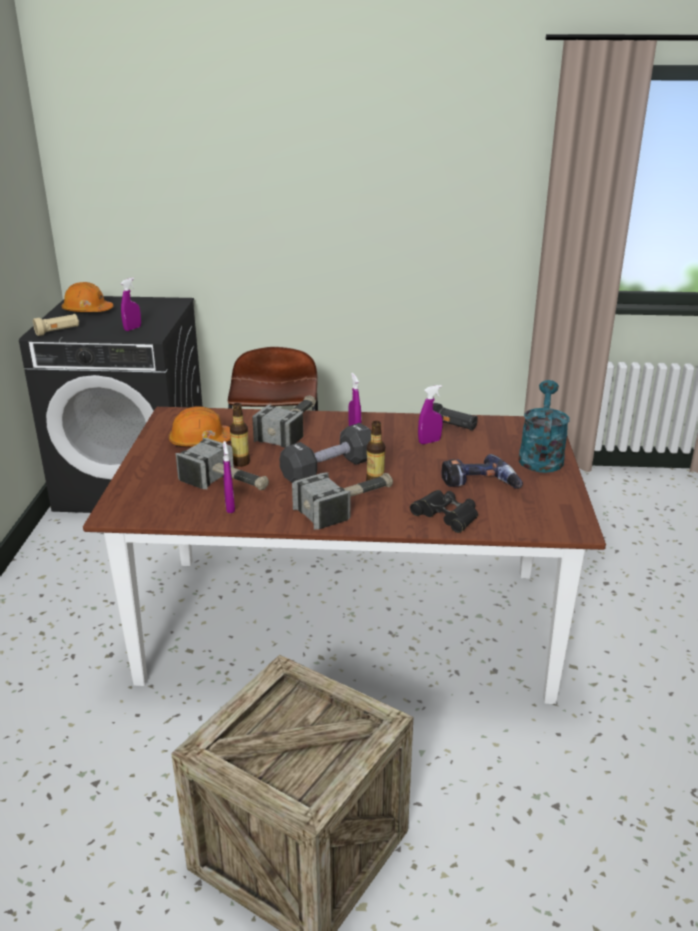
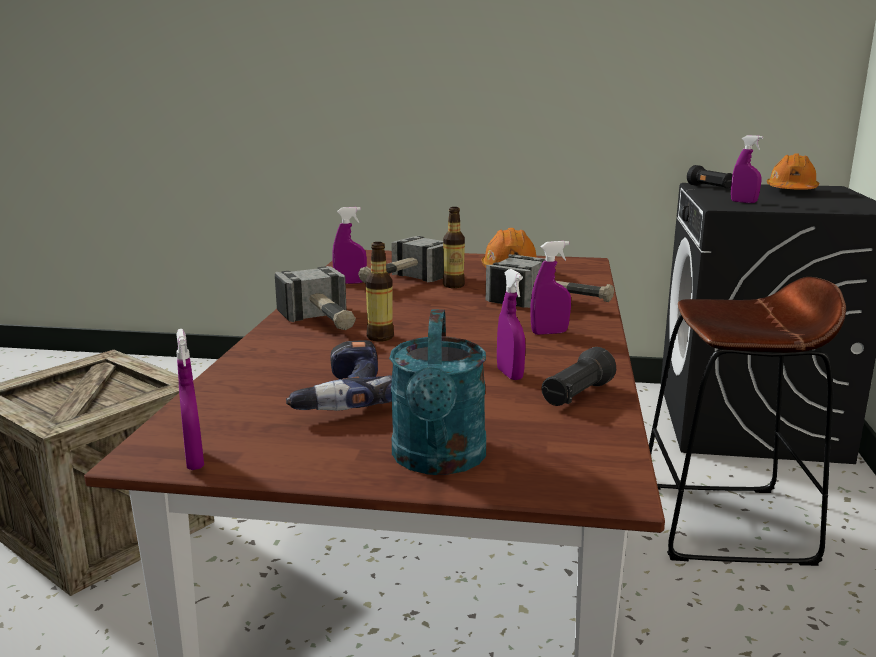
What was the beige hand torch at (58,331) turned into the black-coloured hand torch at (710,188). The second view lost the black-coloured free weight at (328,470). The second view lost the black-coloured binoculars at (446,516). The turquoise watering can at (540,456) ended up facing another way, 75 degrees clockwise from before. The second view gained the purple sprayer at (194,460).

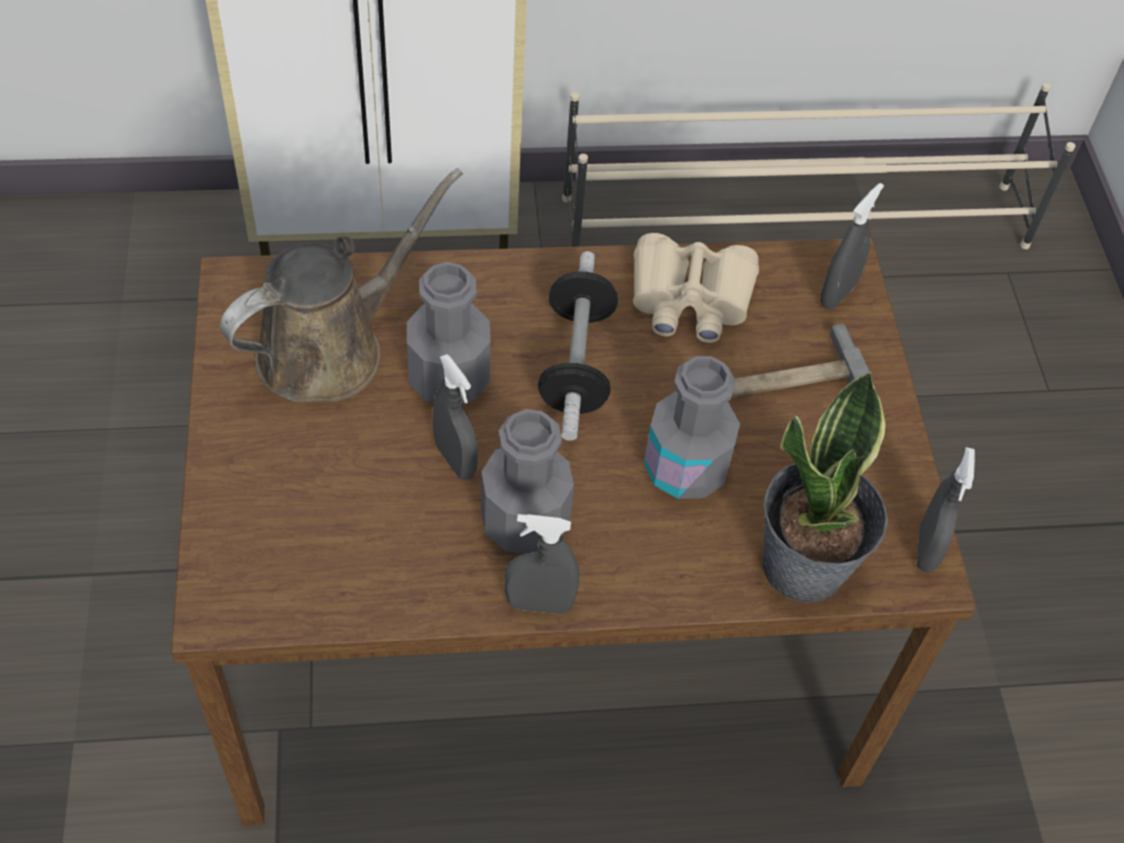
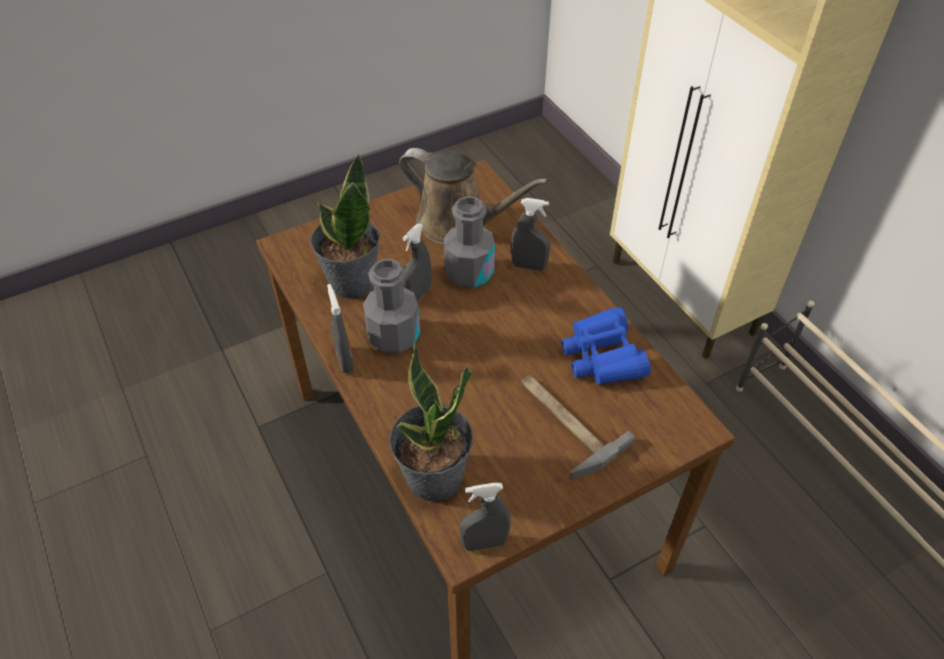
The second view lost the free weight at (576,363). What was the beige binoculars at (690,299) turned into the blue-coloured binoculars at (602,356). The second view lost the greyish bottle at (685,469). The greyish sprayer ended up elsewhere, having gone from (838,294) to (529,266). The second view gained the houseplant at (351,281).

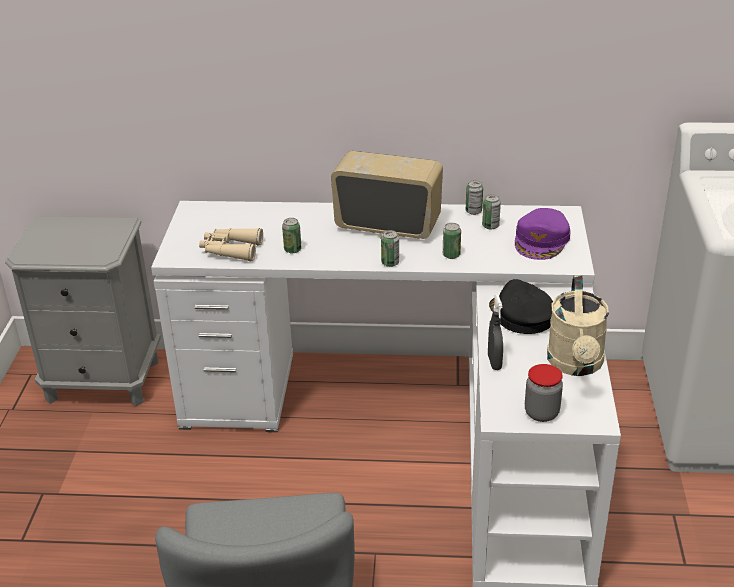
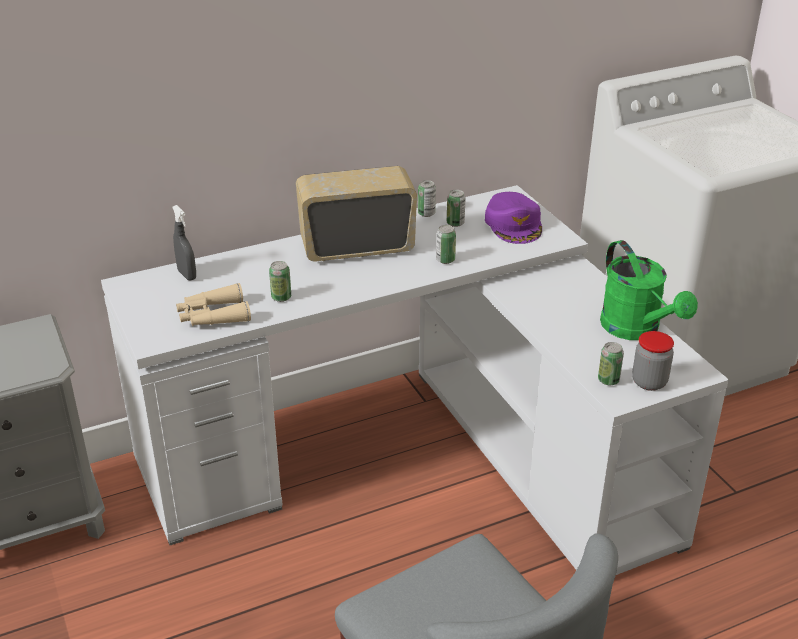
The sealed can ended up elsewhere, having gone from (390,263) to (608,380). The greyish sprayer ended up elsewhere, having gone from (494,362) to (187,275). The second view lost the black-coloured peaked cap at (521,315). What was the beige watering can at (576,365) turned into the green-coloured watering can at (637,330).

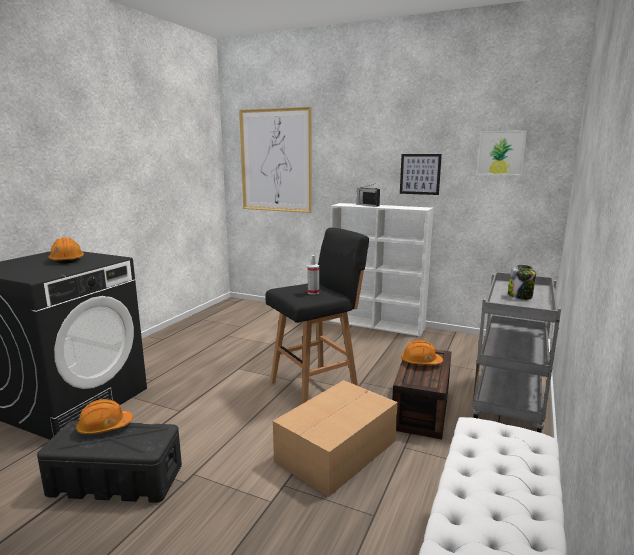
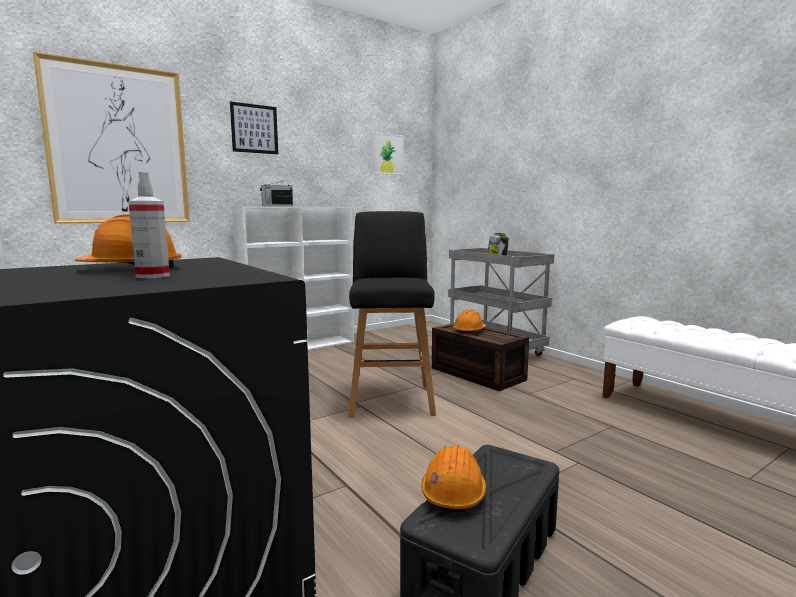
The second view lost the packing box at (335,451). The sprayer ended up elsewhere, having gone from (313,292) to (153,276). The picture ended up elsewhere, having gone from (420,174) to (254,129).

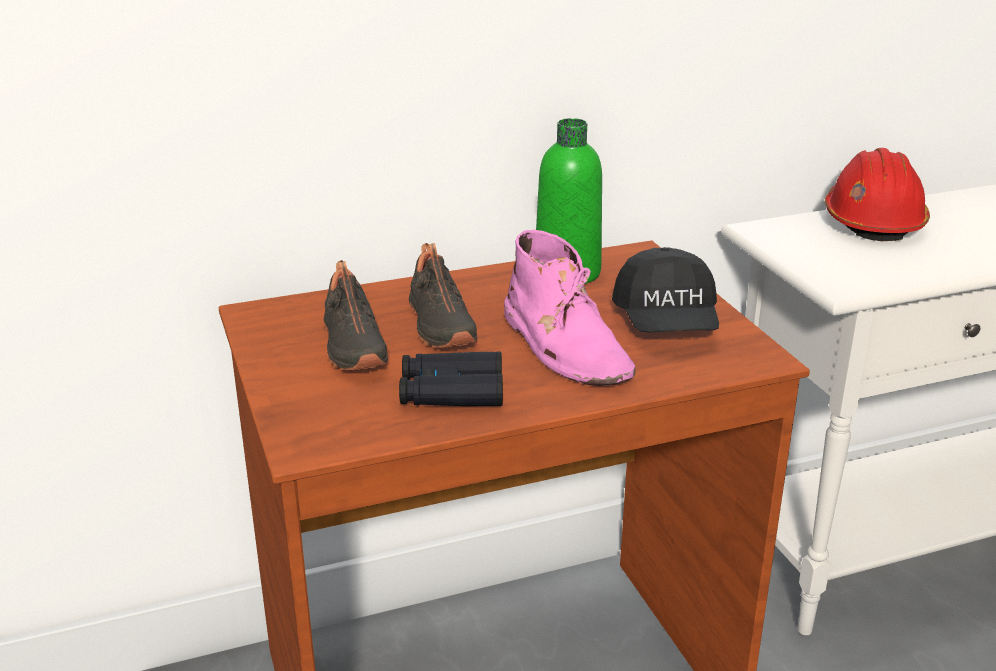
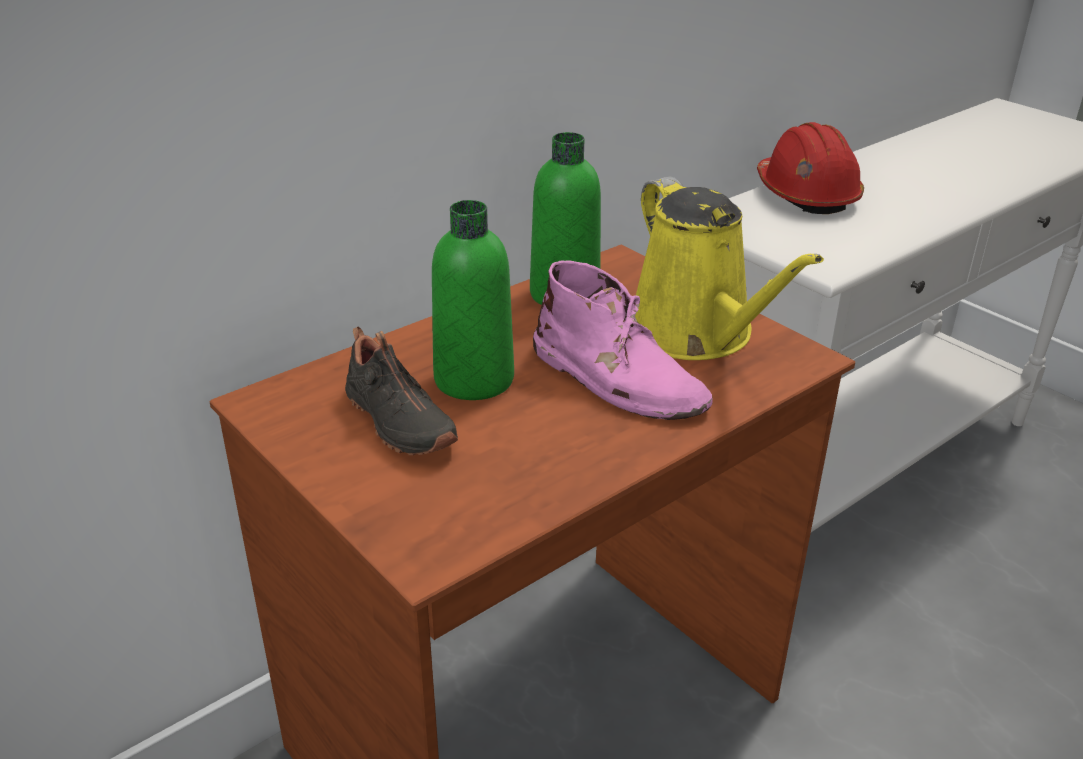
The second view lost the black-coloured binoculars at (451,392). Where the black-coloured low shoe stood at (438,325), the green-coloured bottle came to stand at (474,379). Where the black-coloured peaked cap stood at (667,323), the yellow watering can came to stand at (697,334).

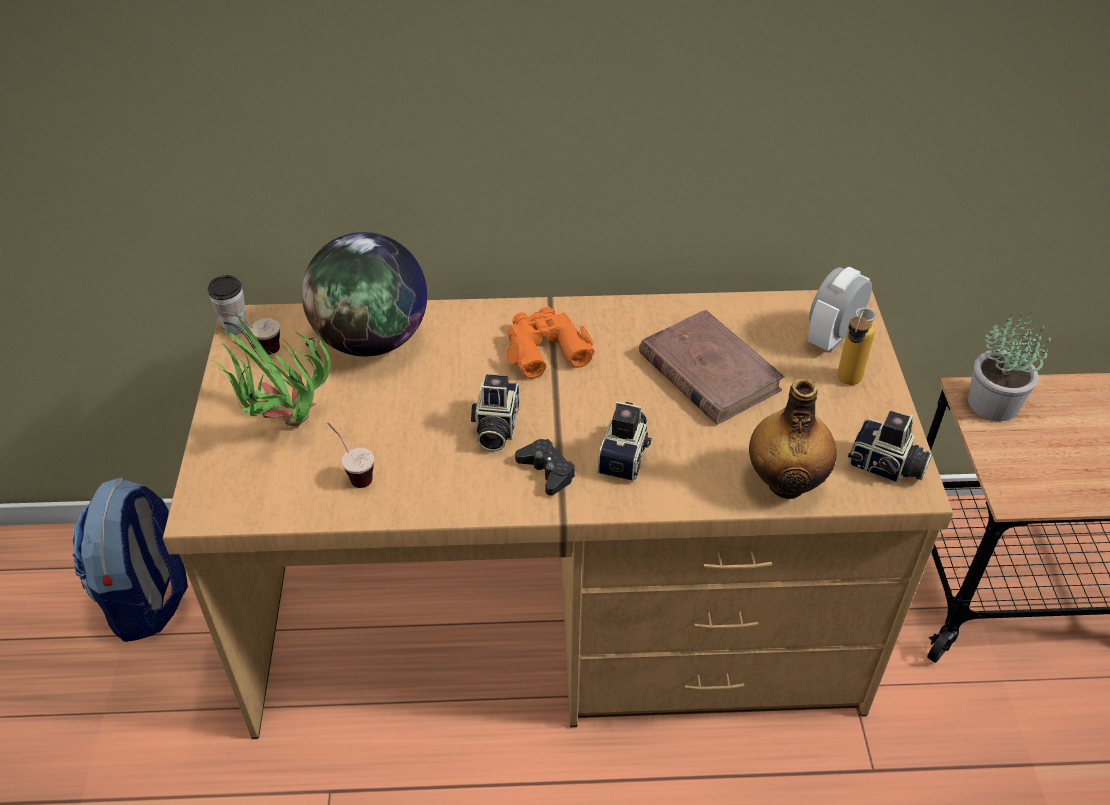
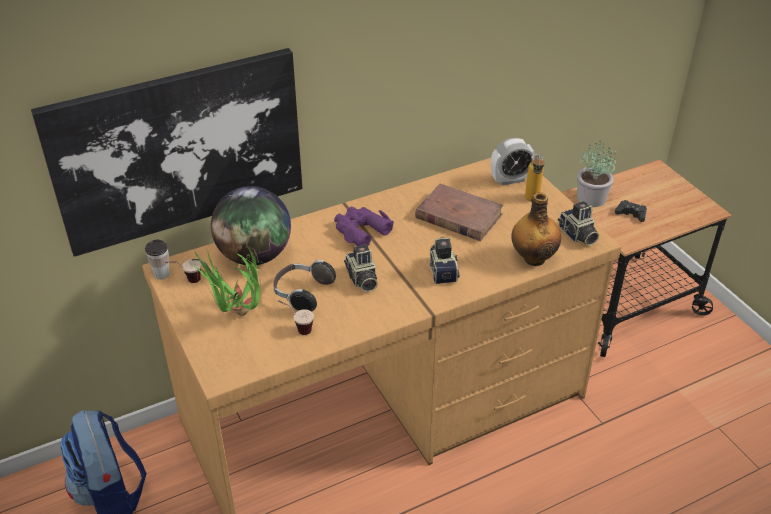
What was the orangey binoculars at (545,348) turned into the purple binoculars at (360,230). The black-coloured gamepad ended up elsewhere, having gone from (547,471) to (631,214). The bedside clock at (832,336) ended up facing another way, 120 degrees counterclockwise from before. The photo camera at (886,467) ended up facing another way, 60 degrees clockwise from before. The second view gained the picture at (178,150). The second view gained the headset at (302,294).

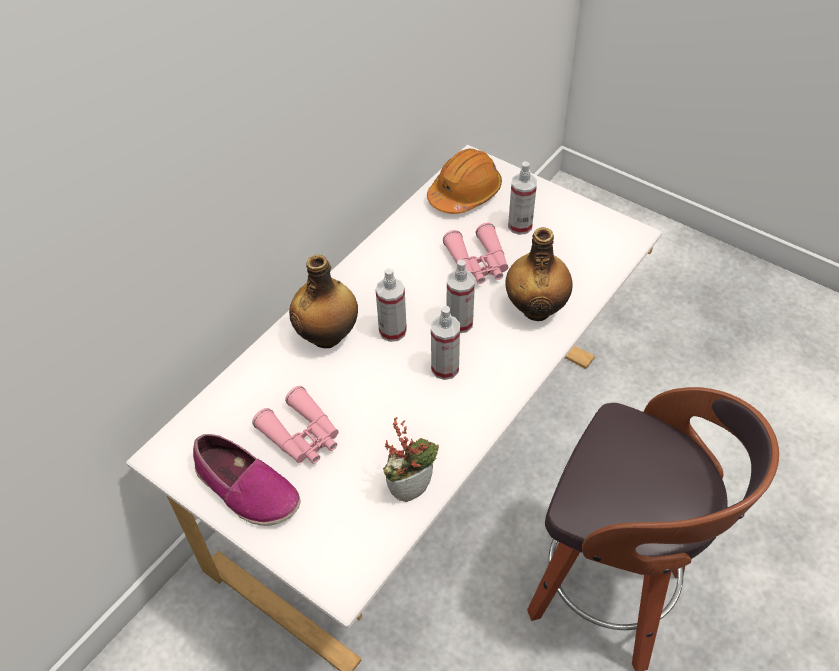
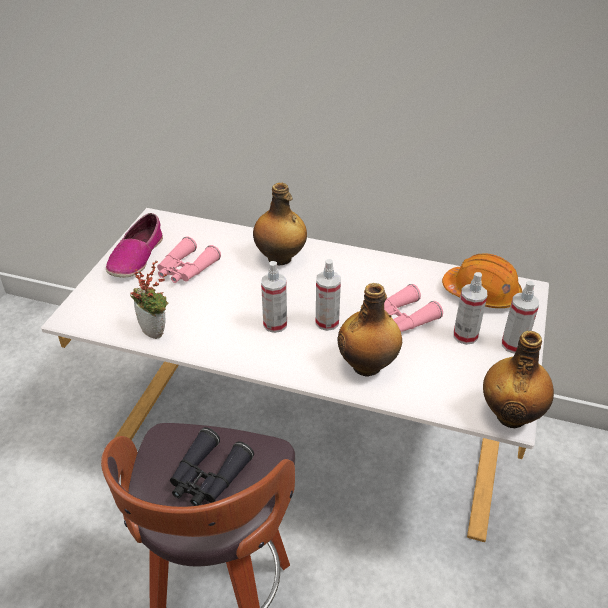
The sprayer ended up elsewhere, having gone from (392,331) to (513,345). The second view gained the black-coloured binoculars at (208,477). The second view gained the bottle at (511,415).

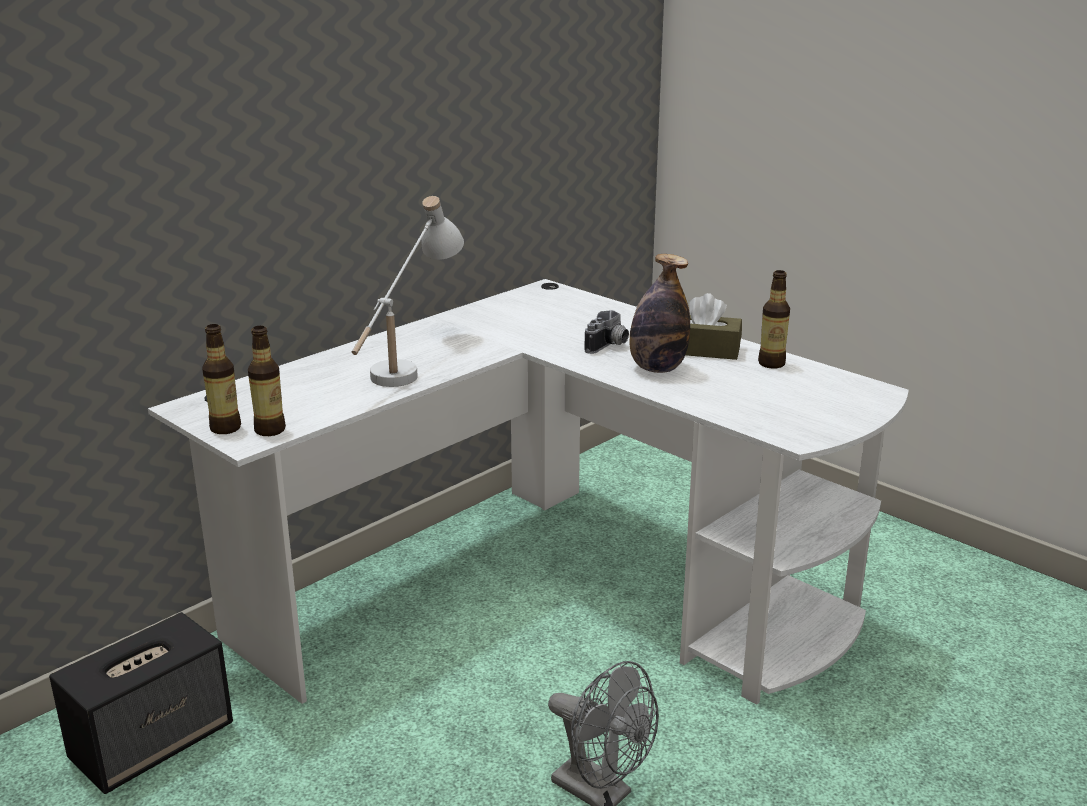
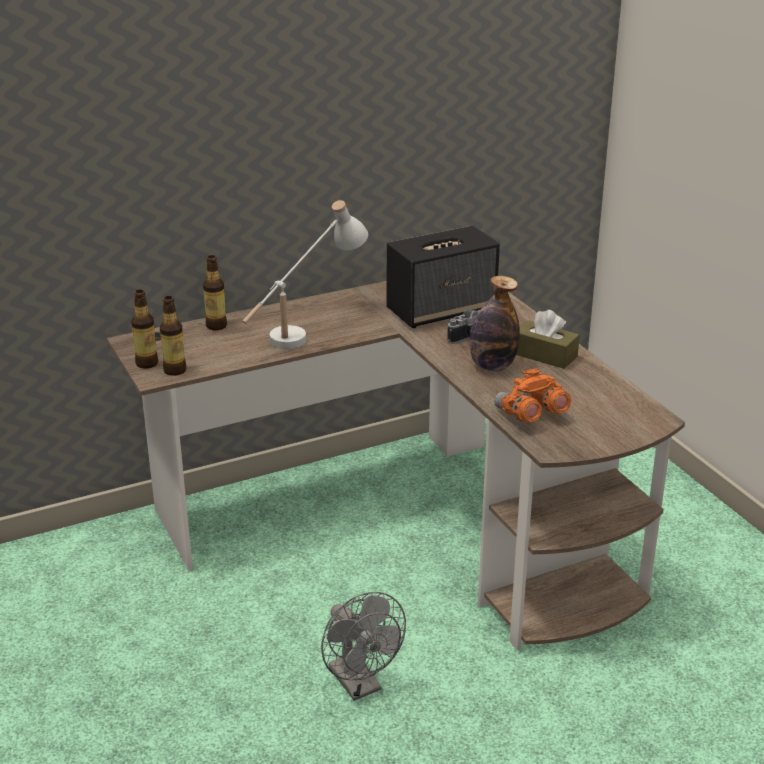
The speaker ended up elsewhere, having gone from (154,742) to (442,310). What was the white desk table at (549,590) turned into the brownish desk table at (412,524). The bottle ended up elsewhere, having gone from (771,363) to (216,326). The second view gained the orangey binoculars at (530,416).

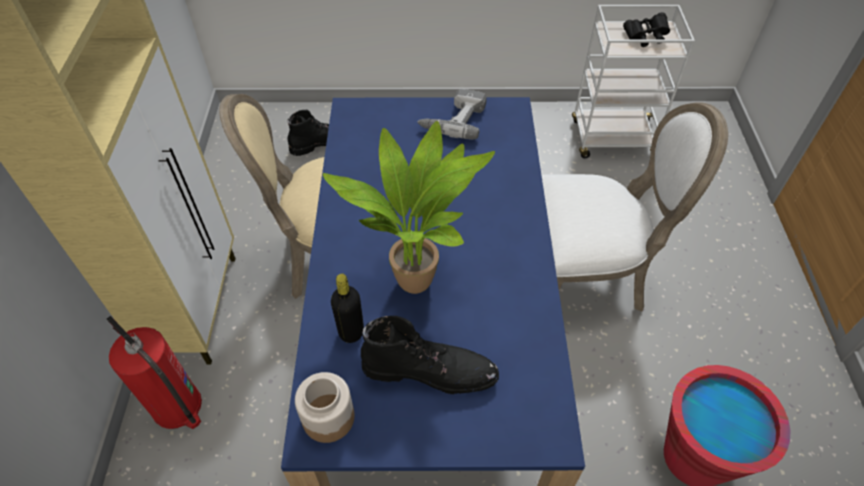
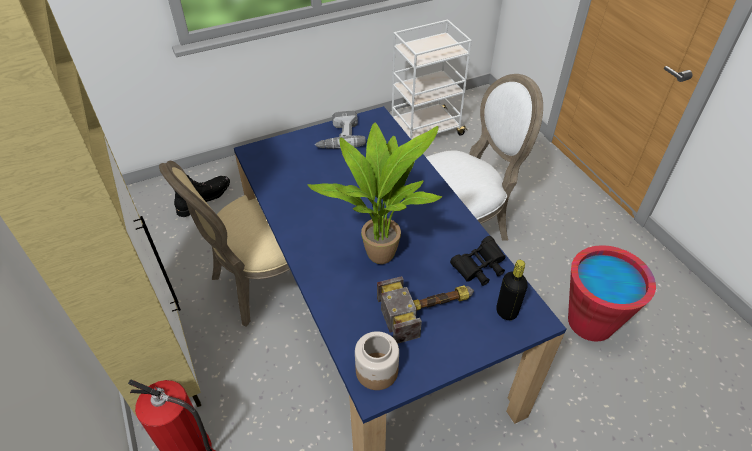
The black-coloured bottle ended up elsewhere, having gone from (351,331) to (506,311). Where the black-coloured high-top boot stood at (430,370), the tool hammer came to stand at (429,309). The black-coloured binoculars ended up elsewhere, having gone from (645,38) to (479,269).

